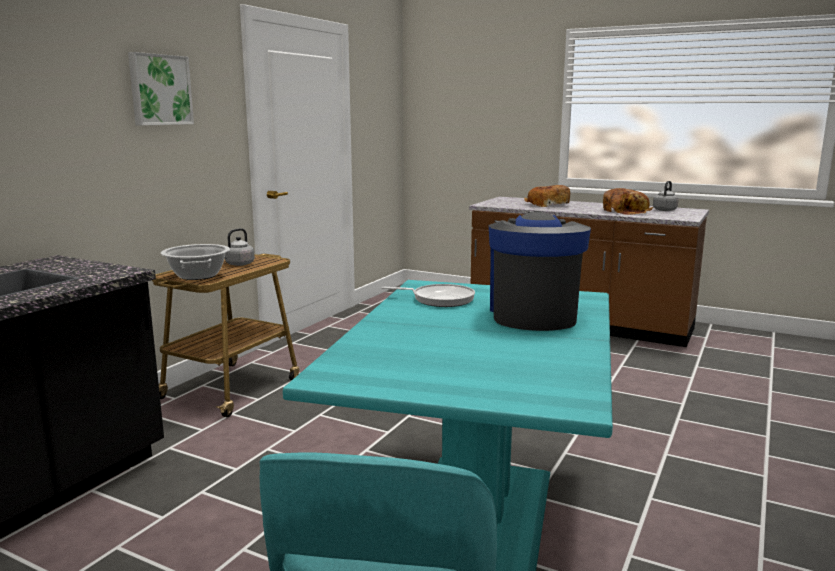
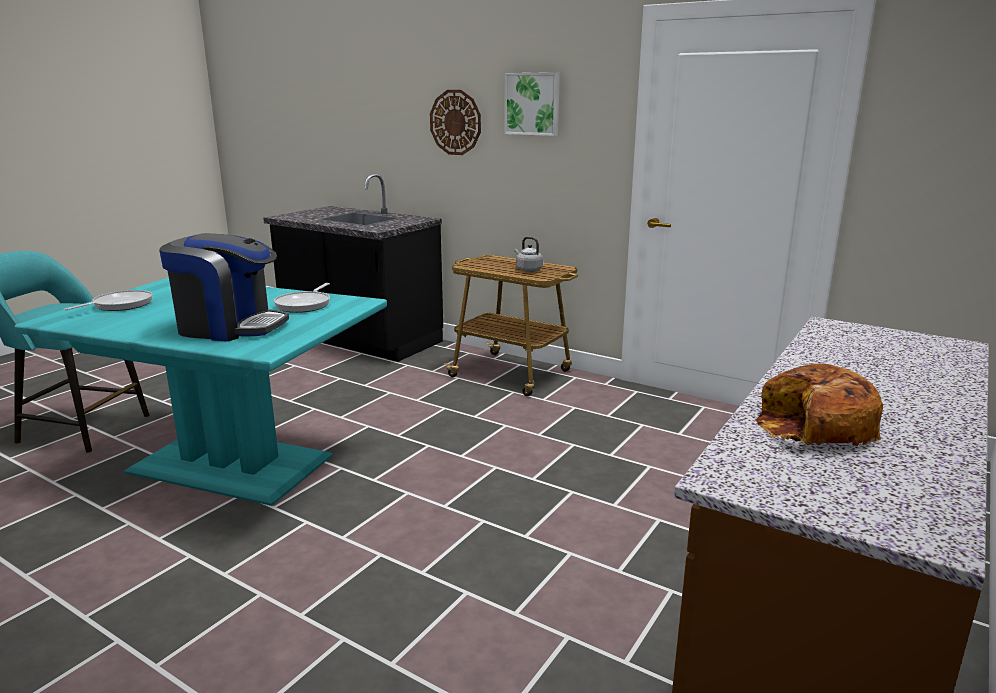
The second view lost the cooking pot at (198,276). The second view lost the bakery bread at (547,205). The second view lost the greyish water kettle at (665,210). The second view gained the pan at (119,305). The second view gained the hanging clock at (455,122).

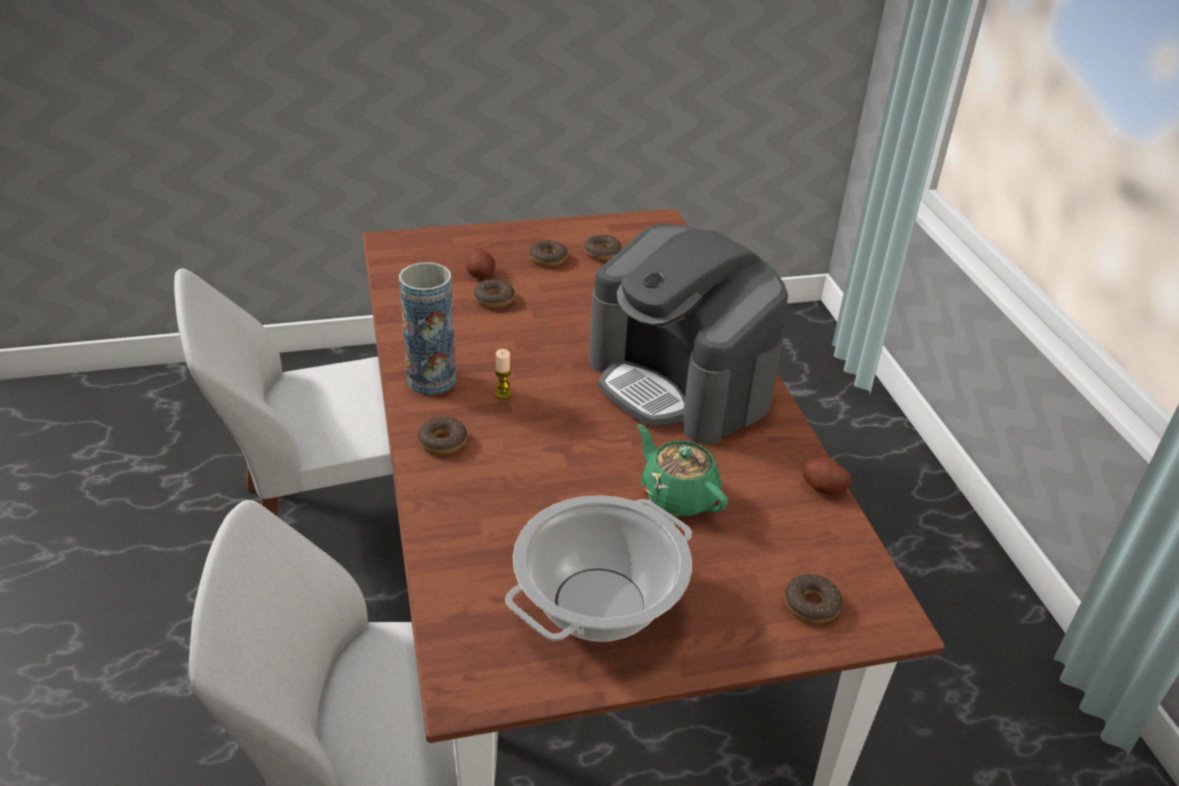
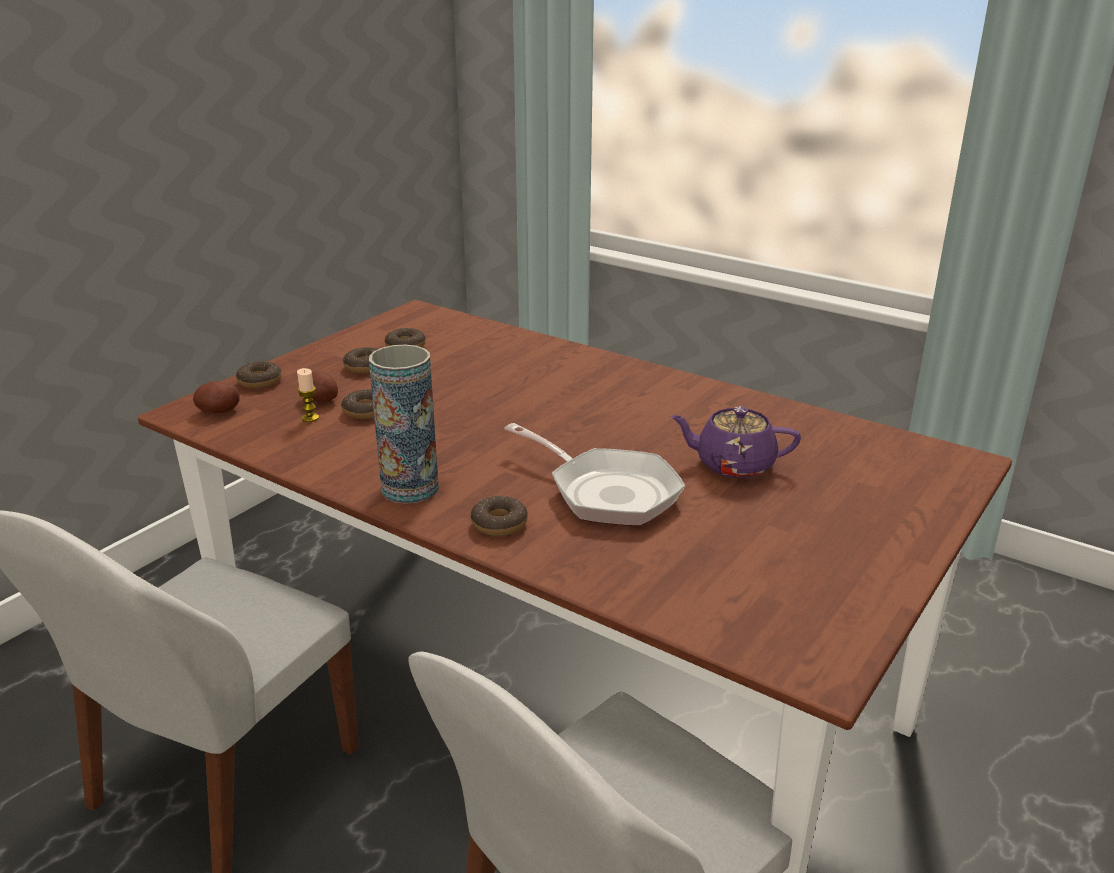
The candle ended up elsewhere, having gone from (503,394) to (310,418). The second view lost the cooking pot at (599,605). The second view lost the coffee brewer at (680,382). What was the green-coloured teapot at (677,495) turned into the purple teapot at (733,464). The ring doughnut ended up elsewhere, having gone from (811,605) to (259,381). The potato ended up elsewhere, having gone from (823,487) to (218,410). The second view gained the pan at (606,492).

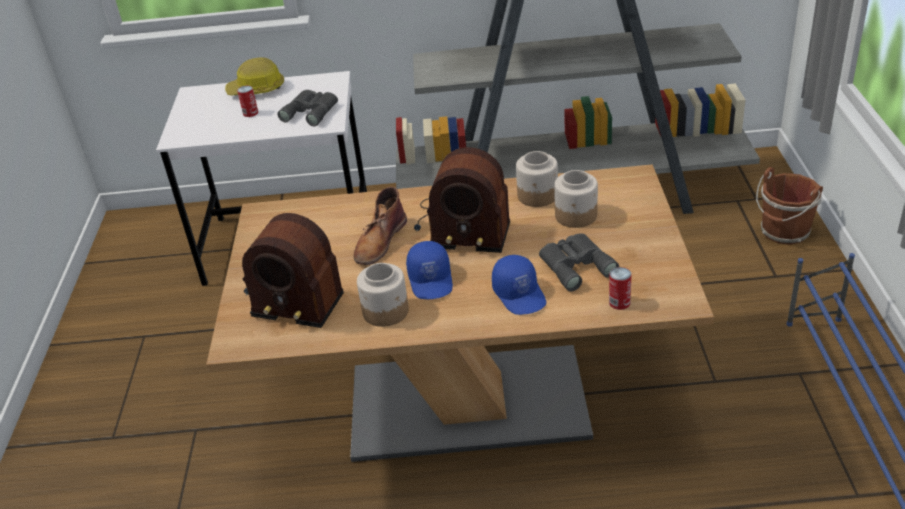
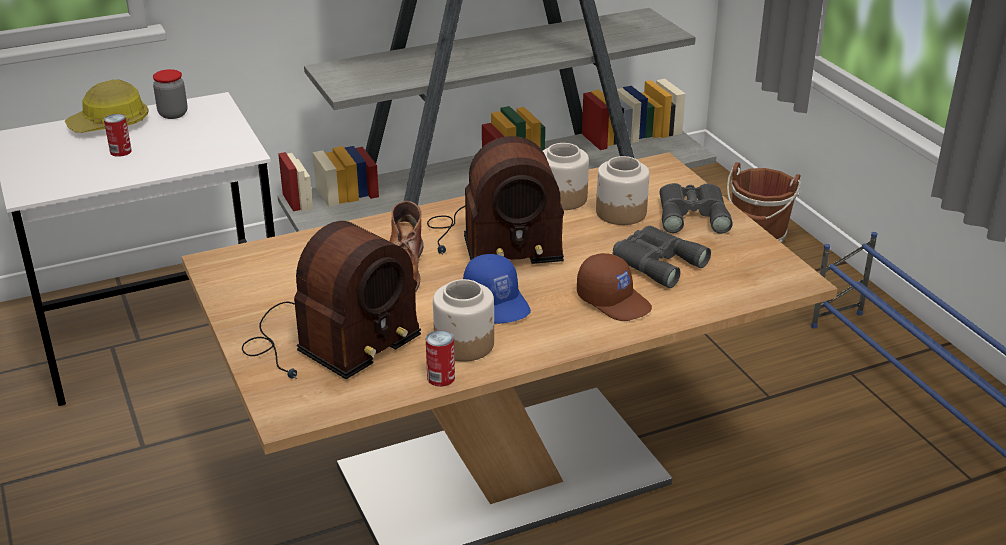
The radio at (294,292) ended up facing another way, 45 degrees counterclockwise from before. The greyish binoculars ended up elsewhere, having gone from (312,111) to (692,213). What was the blue-coloured peaked cap at (520,294) turned into the brownish peaked cap at (614,300). The sealed can ended up elsewhere, having gone from (619,302) to (441,378). The second view gained the preserve jar at (173,114).

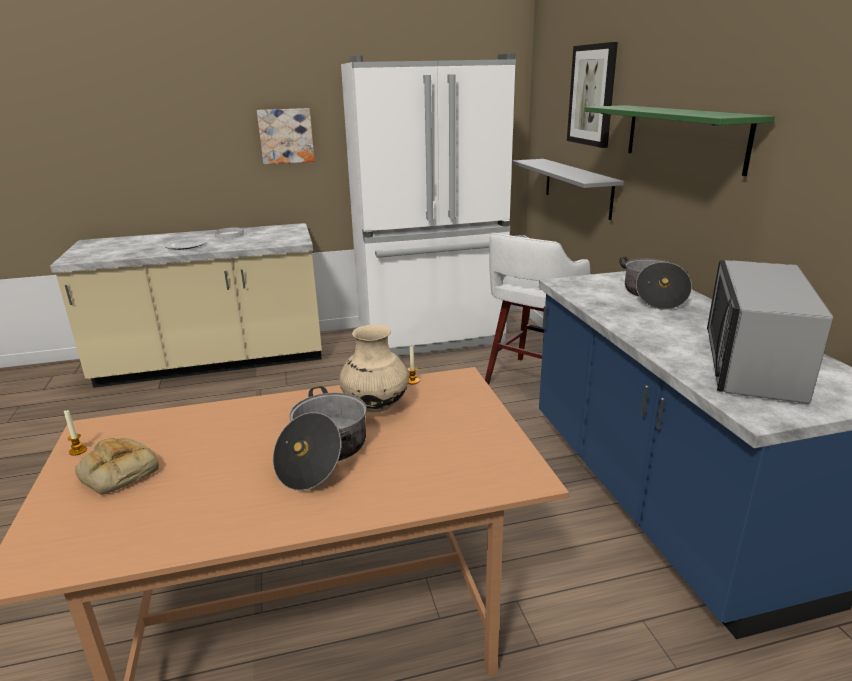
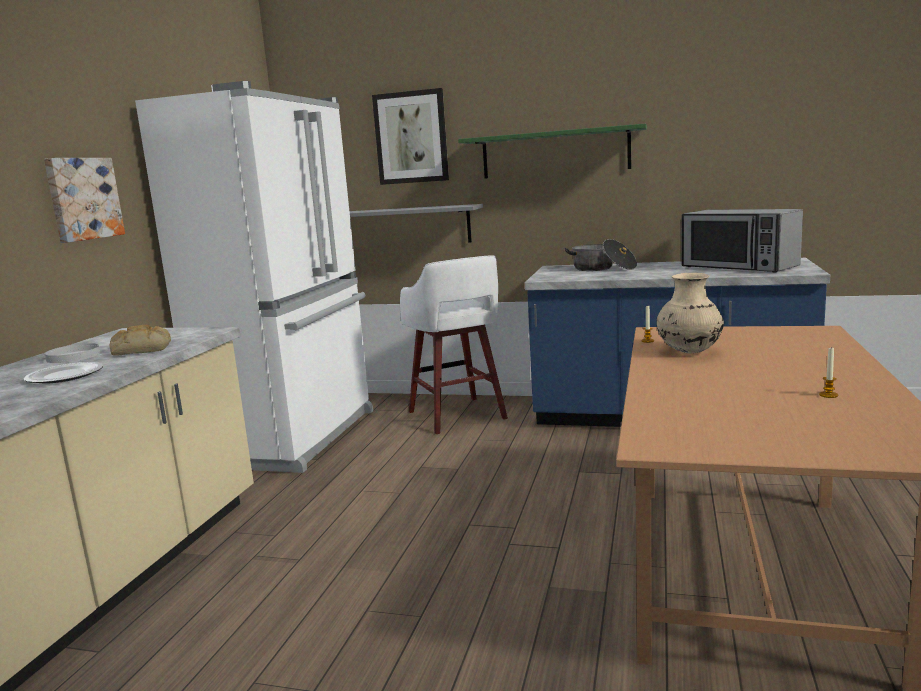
The candle ended up elsewhere, having gone from (78,451) to (828,395). The bakery bread ended up elsewhere, having gone from (116,472) to (141,349). The second view lost the cooking pot at (323,455).

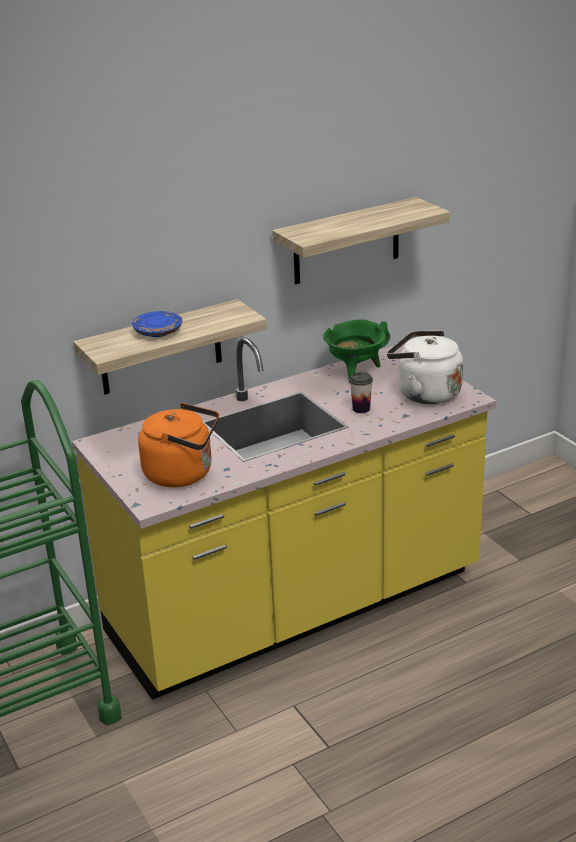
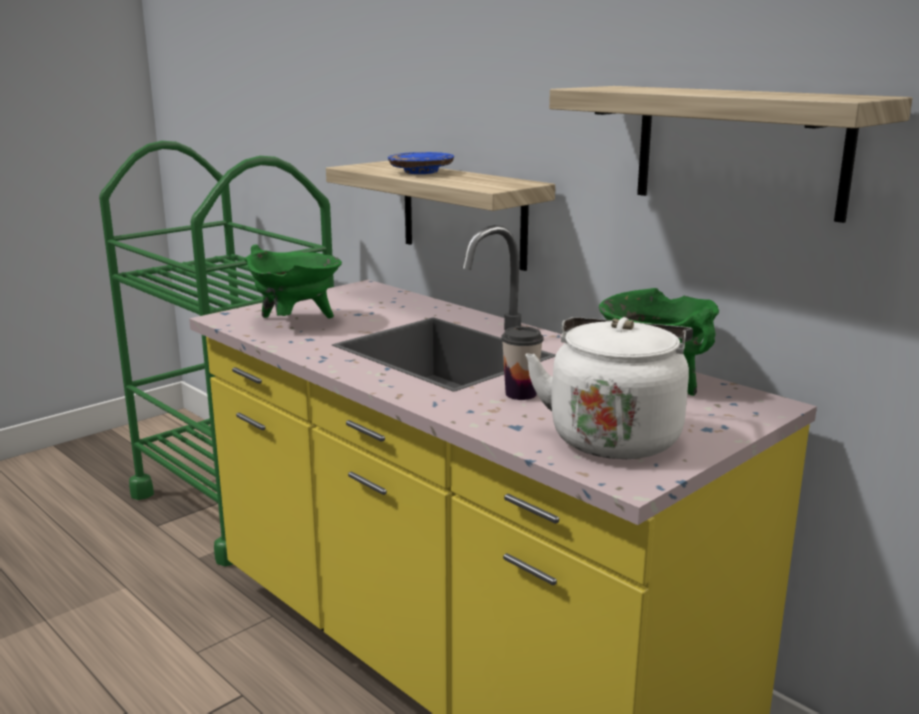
Where the orangey water kettle stood at (183,474), the green-coloured cooking pot came to stand at (295,323).

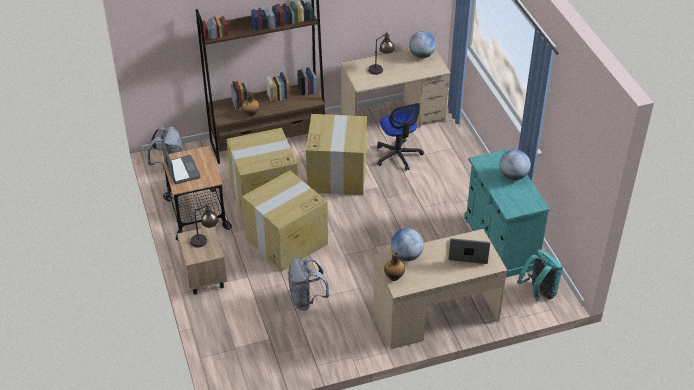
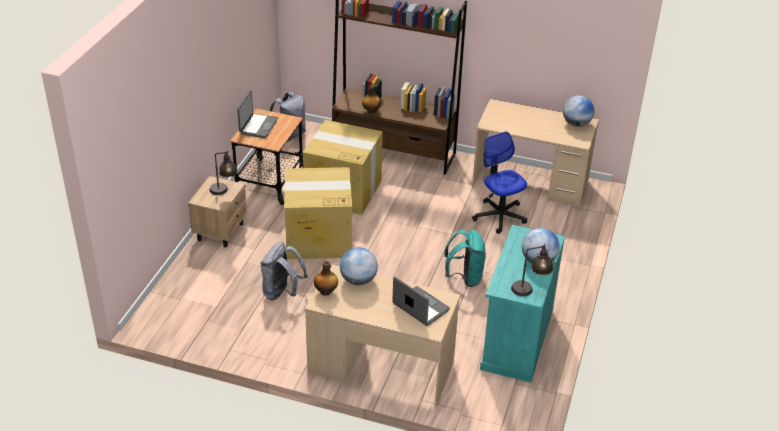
The second view lost the packing box at (337,174). The table lamp ended up elsewhere, having gone from (381,68) to (530,290). The computer chair at (398,155) ended up facing another way, 135 degrees clockwise from before. The turquoise rucksack ended up elsewhere, having gone from (539,292) to (464,278).

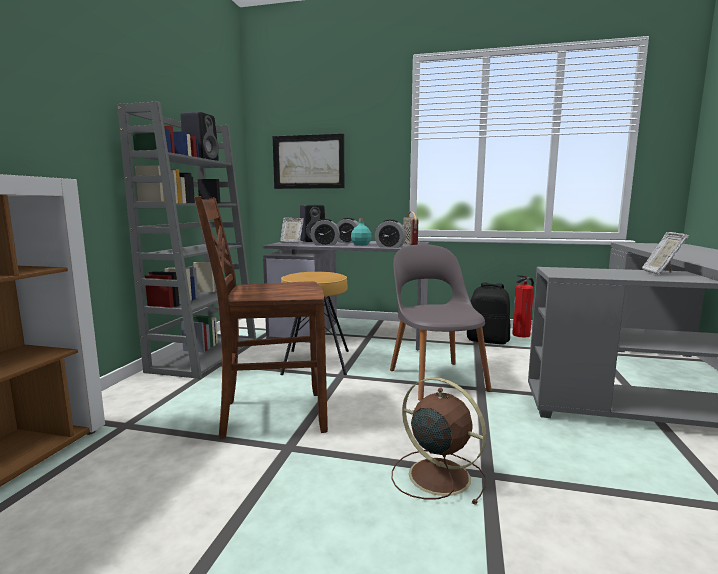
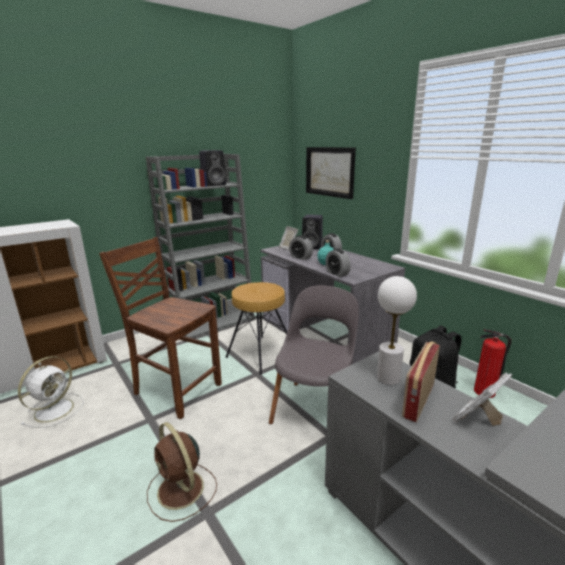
The brownish cooling fan at (436,475) ended up facing another way, 150 degrees clockwise from before. The radio ended up elsewhere, having gone from (409,243) to (417,400). The second view gained the white cooling fan at (55,409). The second view gained the white table lamp at (388,378).

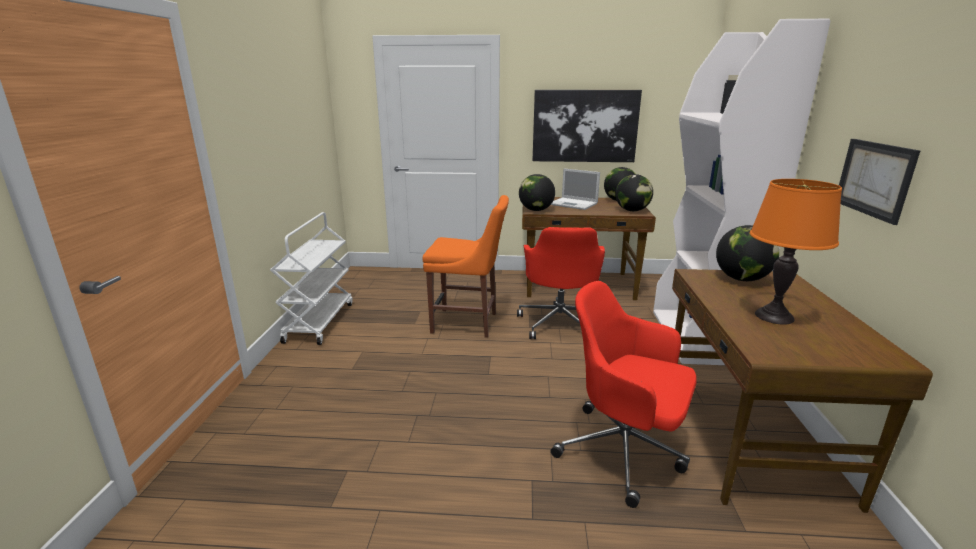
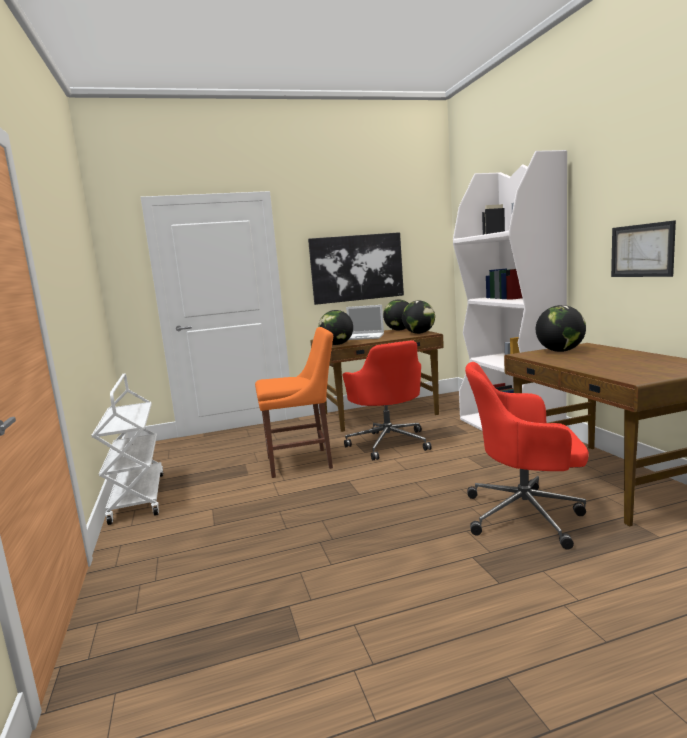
The second view lost the orangey table lamp at (774,316).

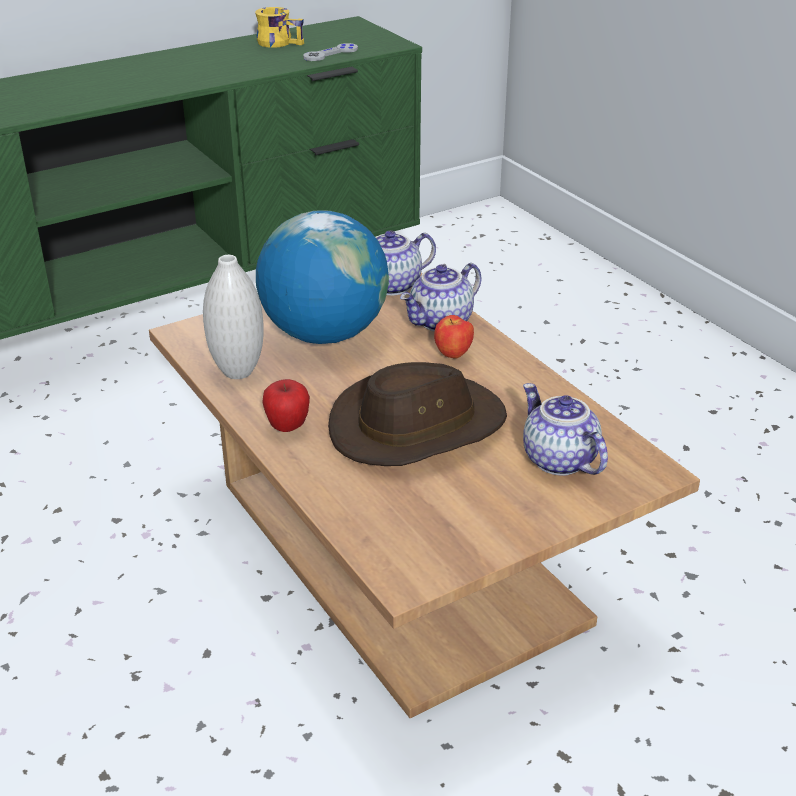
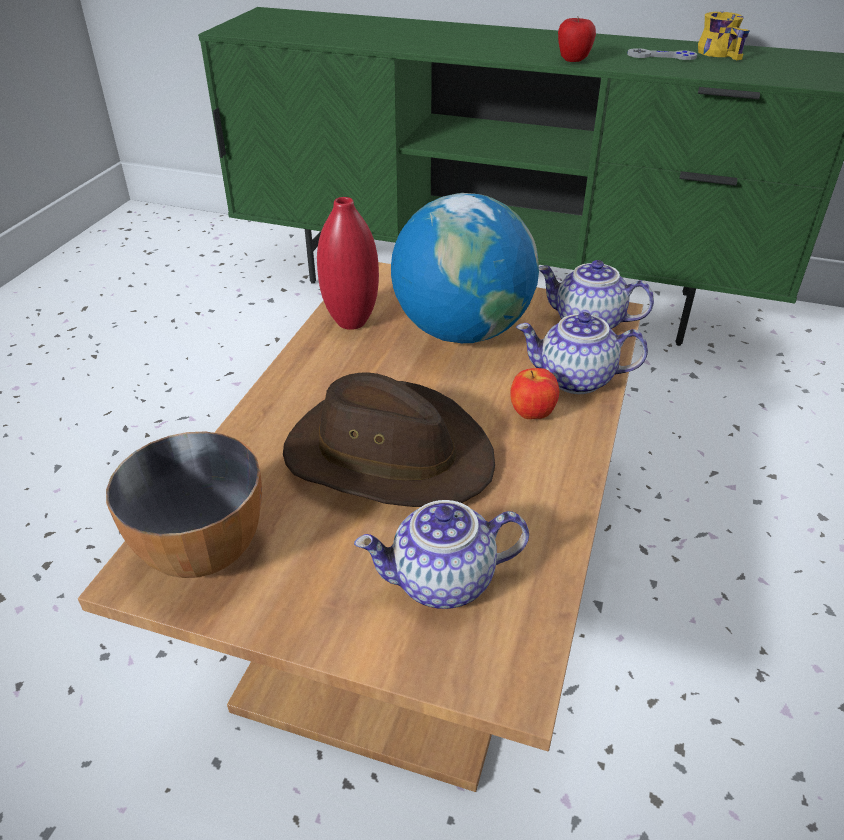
What was the white vase at (238,372) turned into the red-coloured vase at (351,322). The whole apple ended up elsewhere, having gone from (287,427) to (573,61). The greyish gamepad ended up elsewhere, having gone from (330,54) to (661,56). The teapot at (557,460) ended up facing another way, 120 degrees counterclockwise from before. The second view gained the deep dish at (203,549).

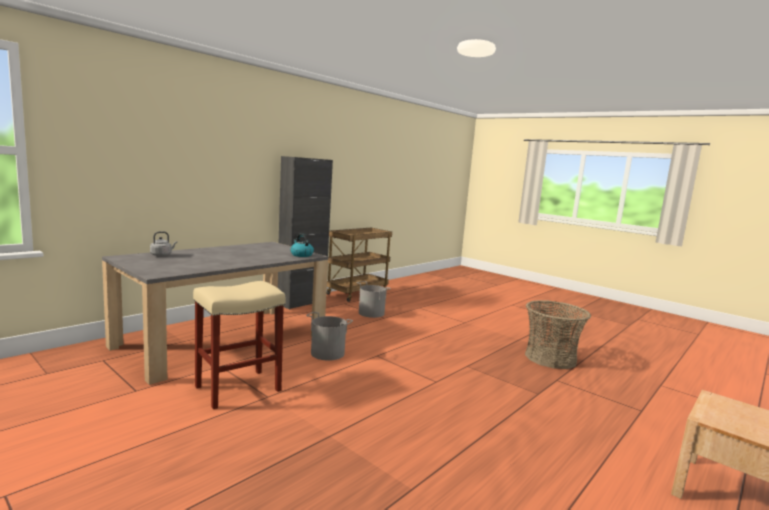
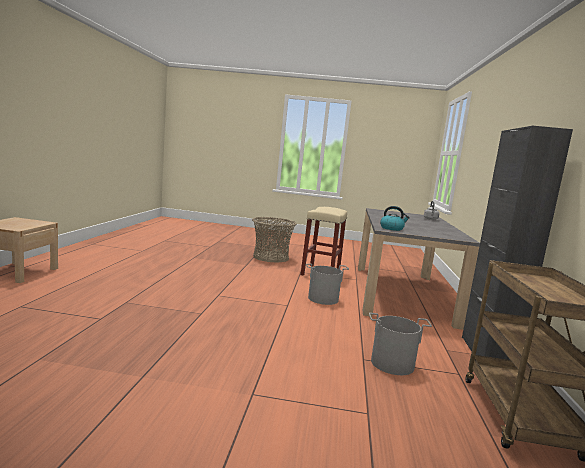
The storage basket ended up elsewhere, having gone from (550,358) to (271,257).

